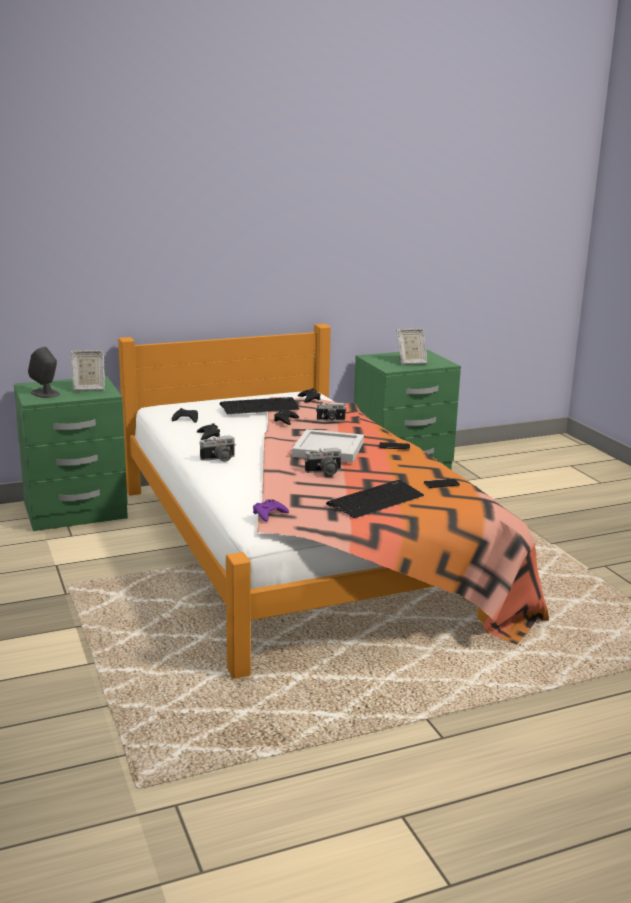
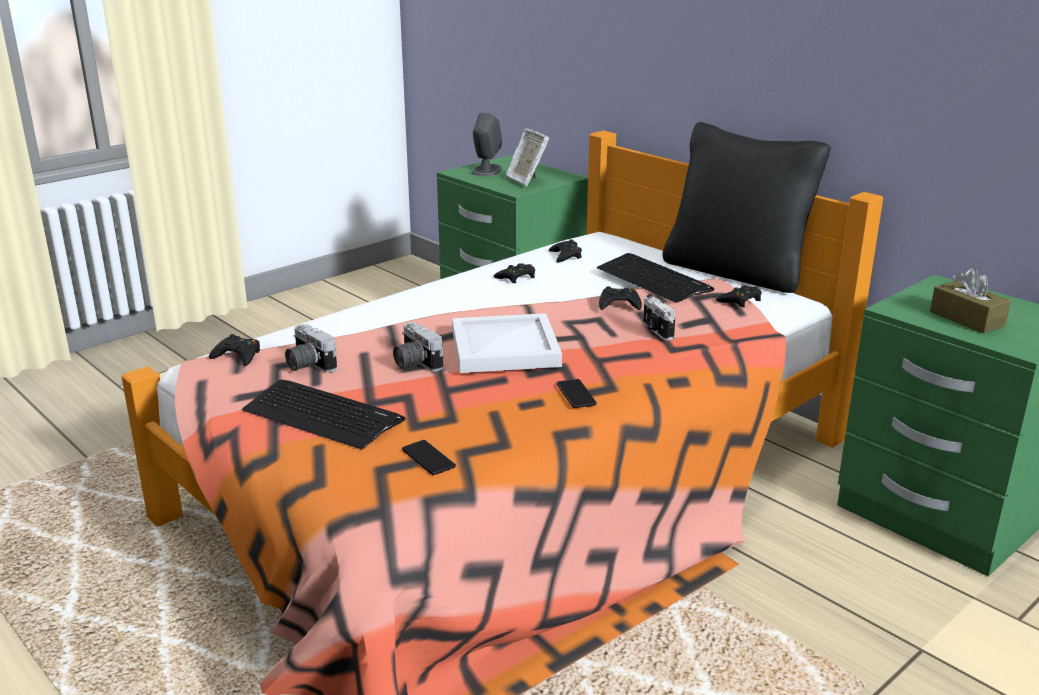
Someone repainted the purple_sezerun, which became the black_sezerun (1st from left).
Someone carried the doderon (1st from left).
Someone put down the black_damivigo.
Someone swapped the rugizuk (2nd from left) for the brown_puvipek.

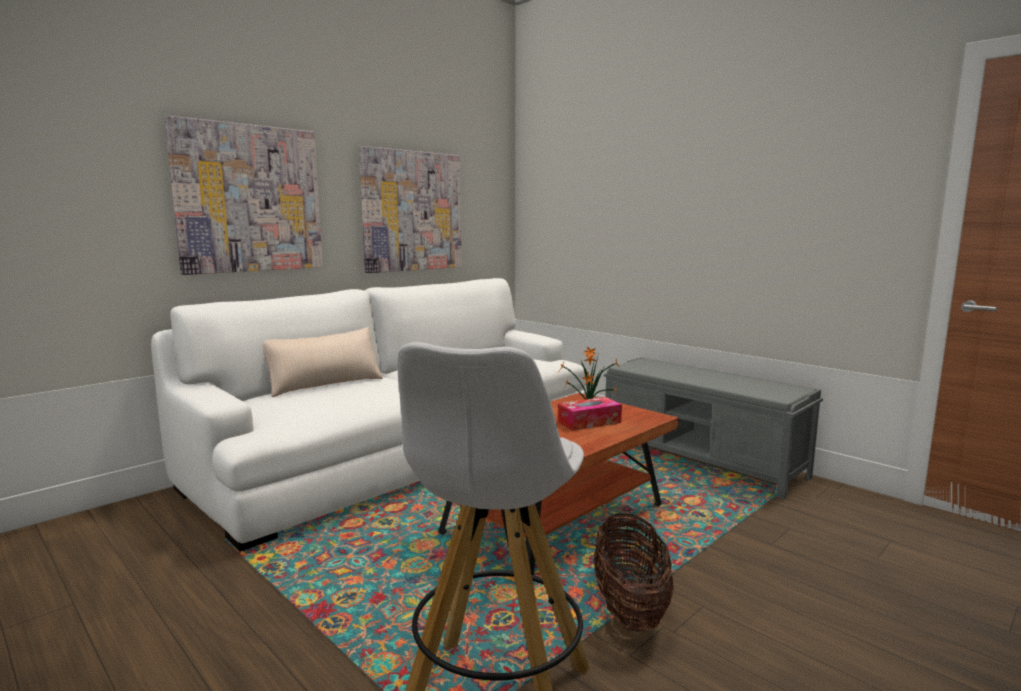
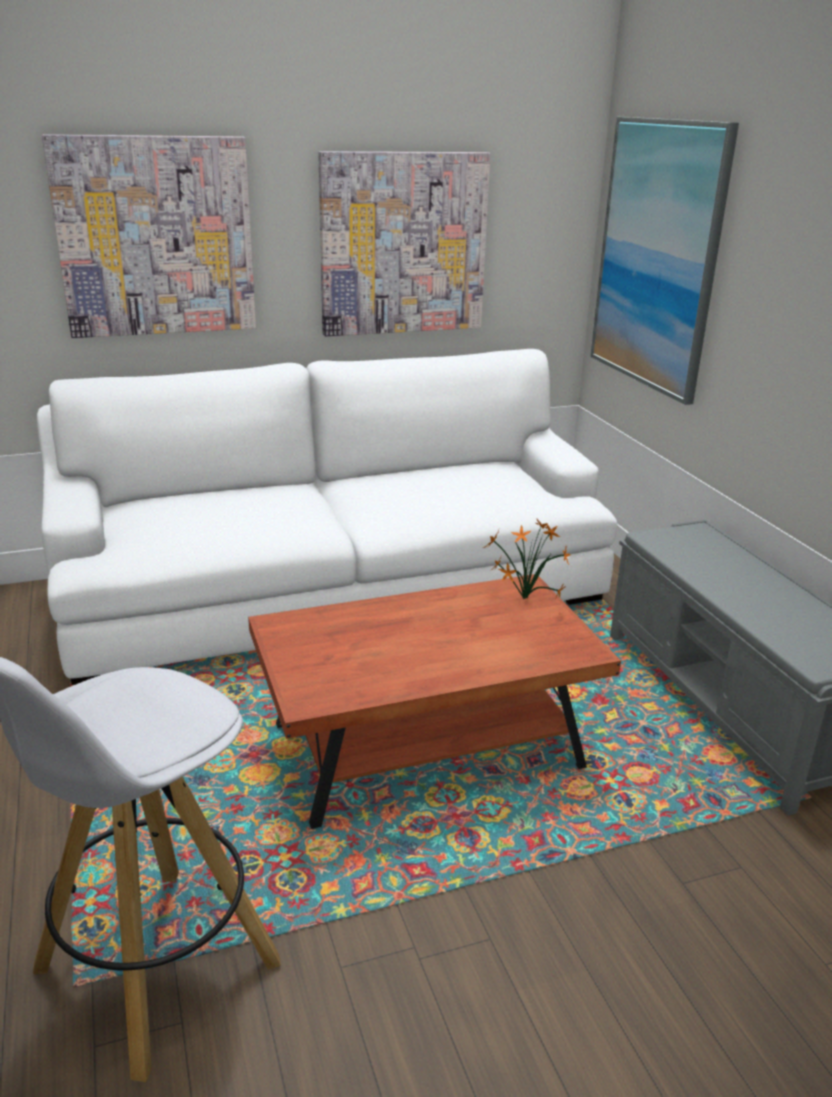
Someone put up the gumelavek (3rd from left).
Someone took away the beige_damivigo.
Someone took away the puvipek.
Someone took away the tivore.

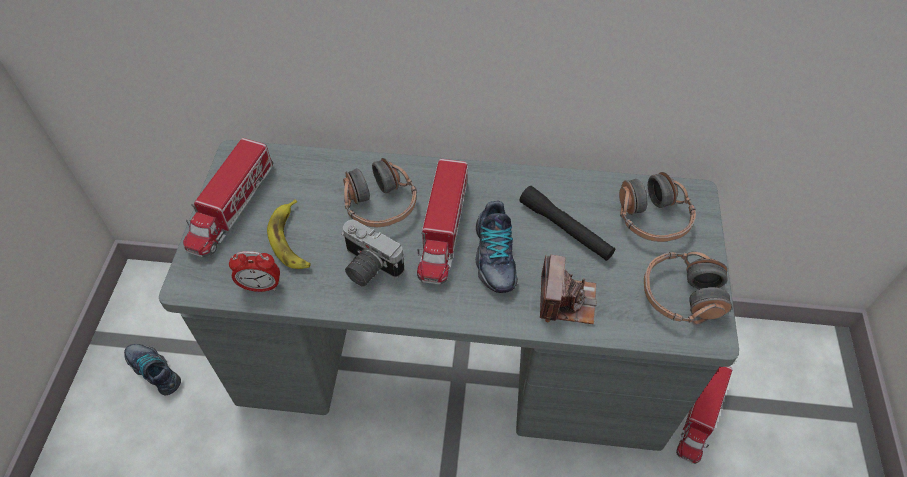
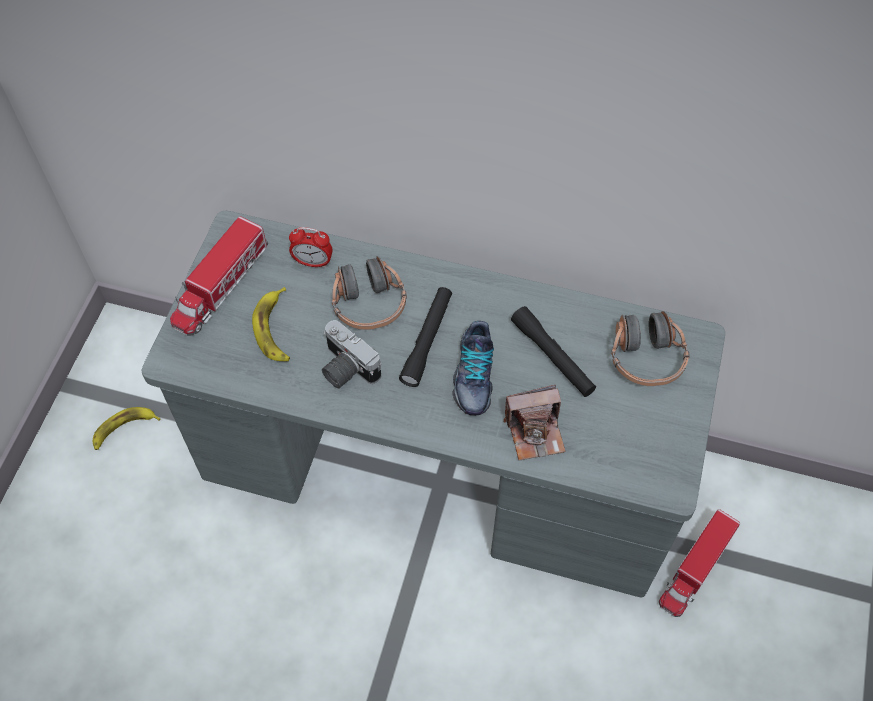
Someone swapped the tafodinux (1st from left) for the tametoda (1st from left).
Someone carried the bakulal.
Someone swapped the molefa (2nd from left) for the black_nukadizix (1st from left).
Someone rotated the doderon (2nd from left) by 60 degrees clockwise.
Someone took away the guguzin (3rd from left).

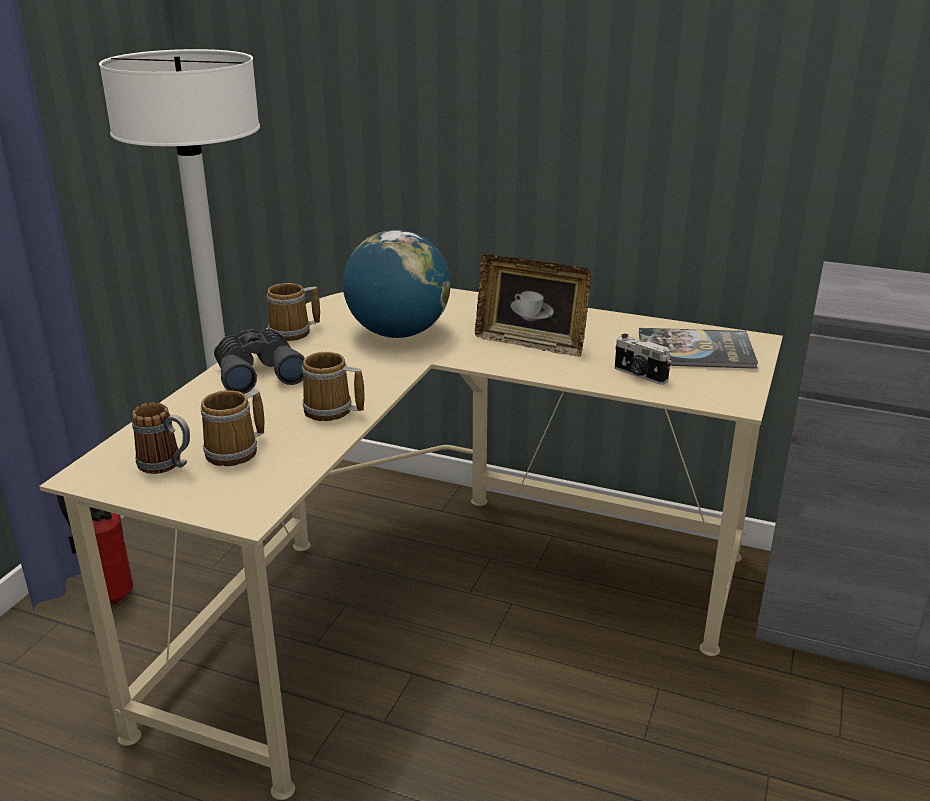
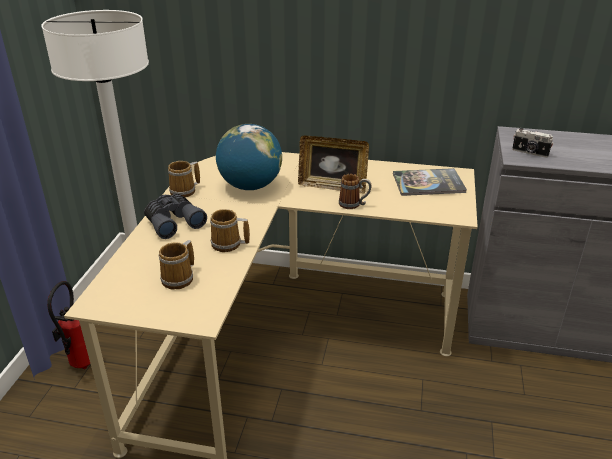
Someone carried the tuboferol (1st from left in the first image).
Someone carried the doderon.

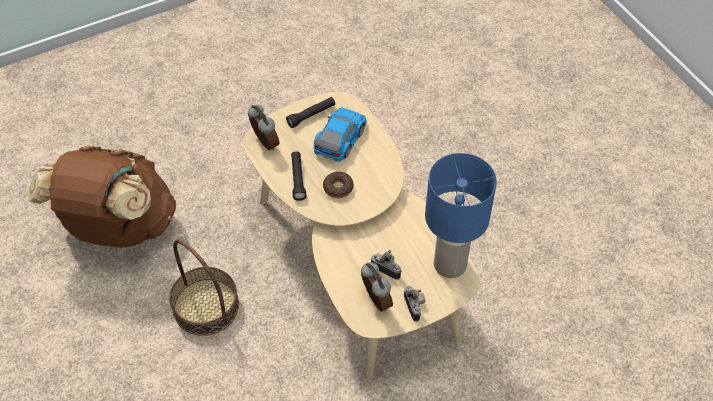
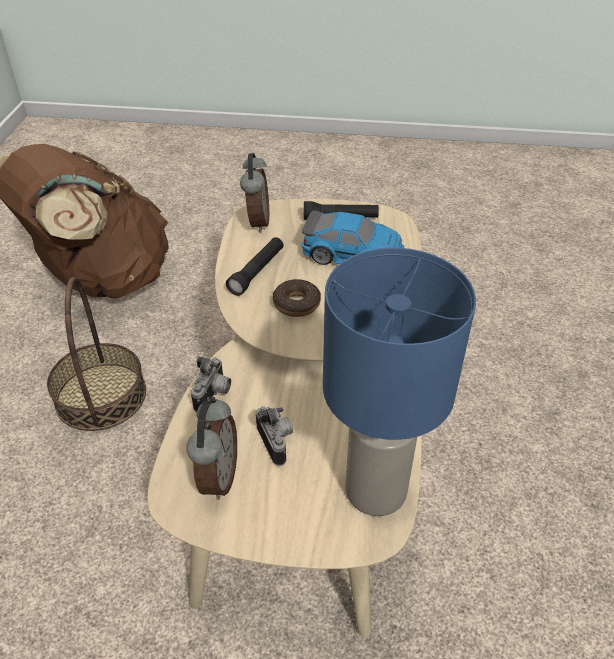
Someone carried the doderon (2nd from left in the first image).
Someone rotated the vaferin by 45 degrees clockwise.

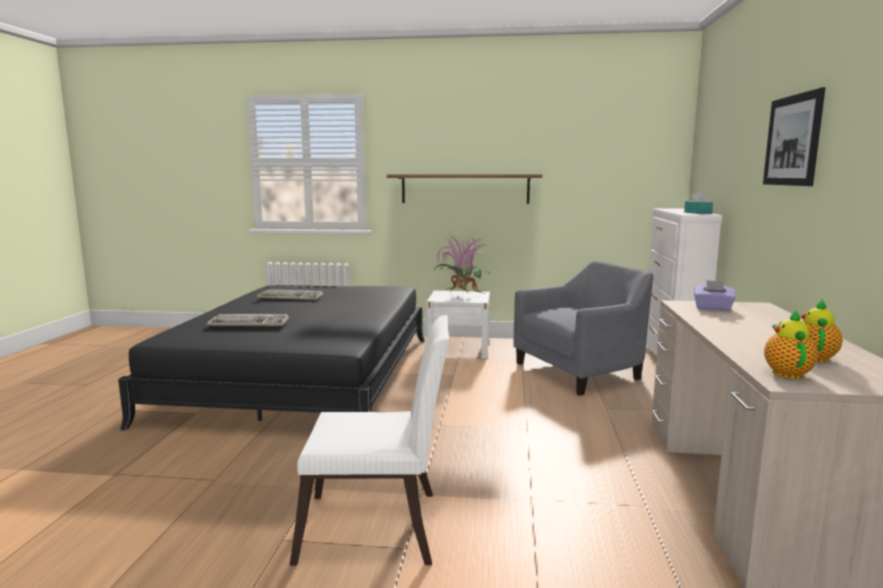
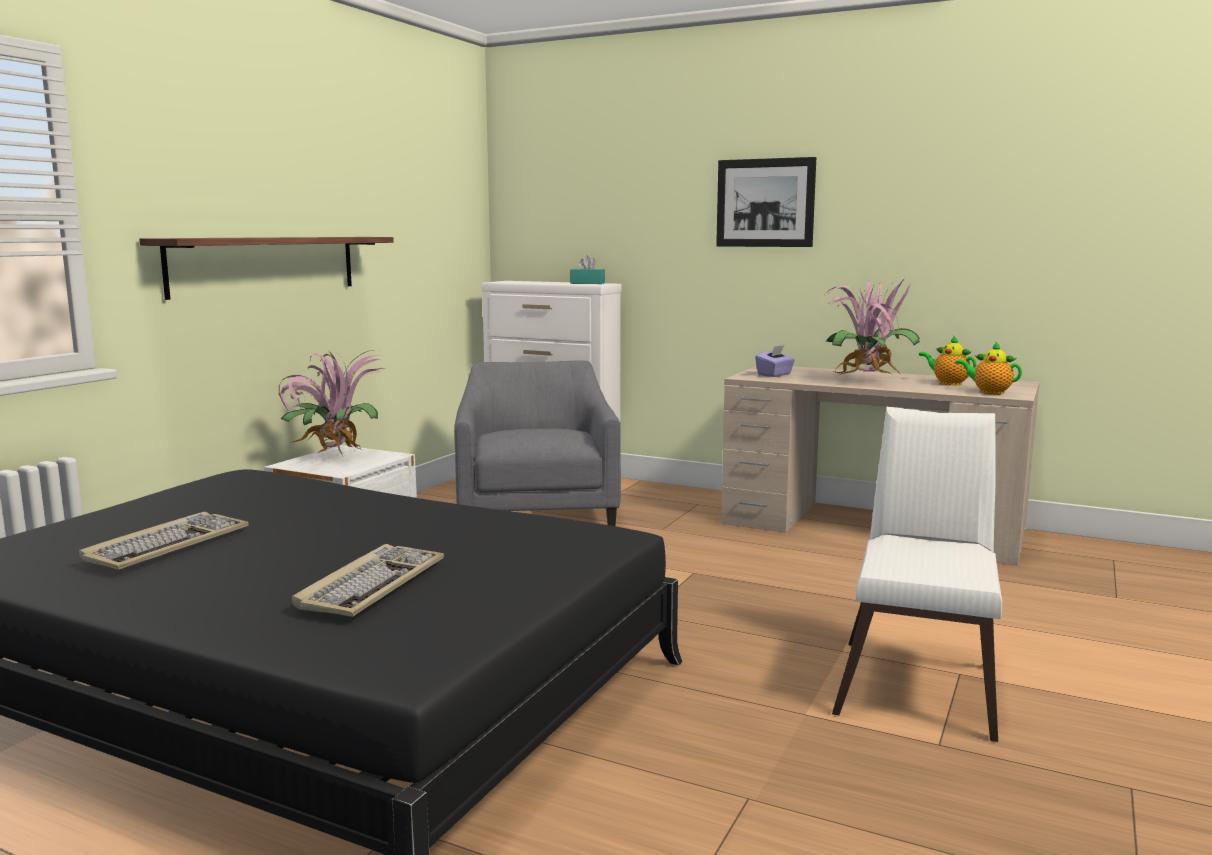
Someone put down the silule (2nd from left).

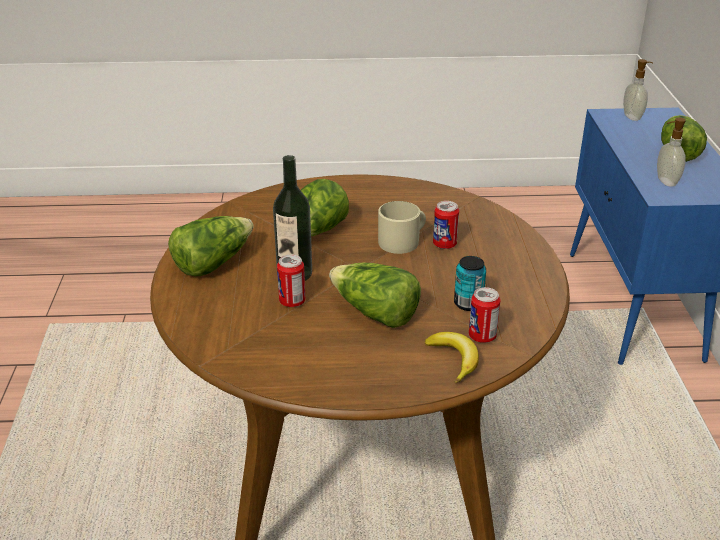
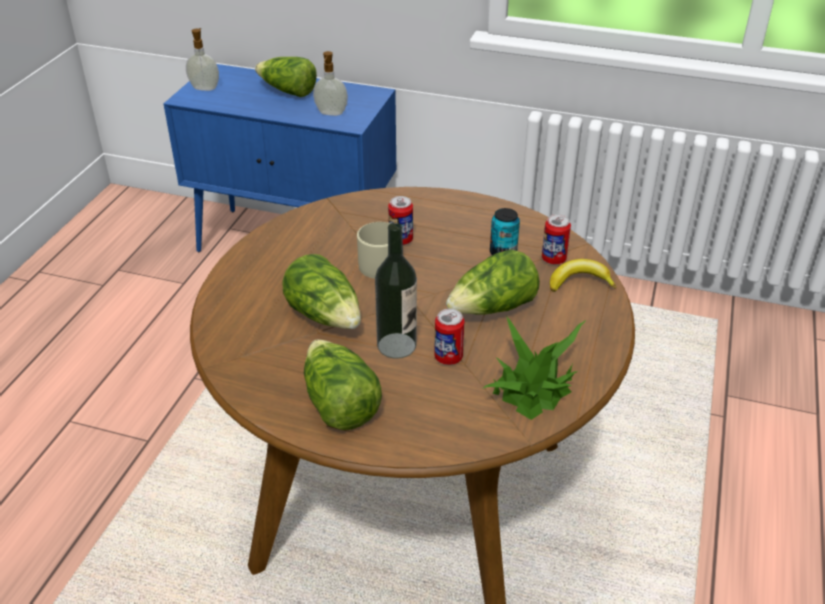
Someone put down the silule.

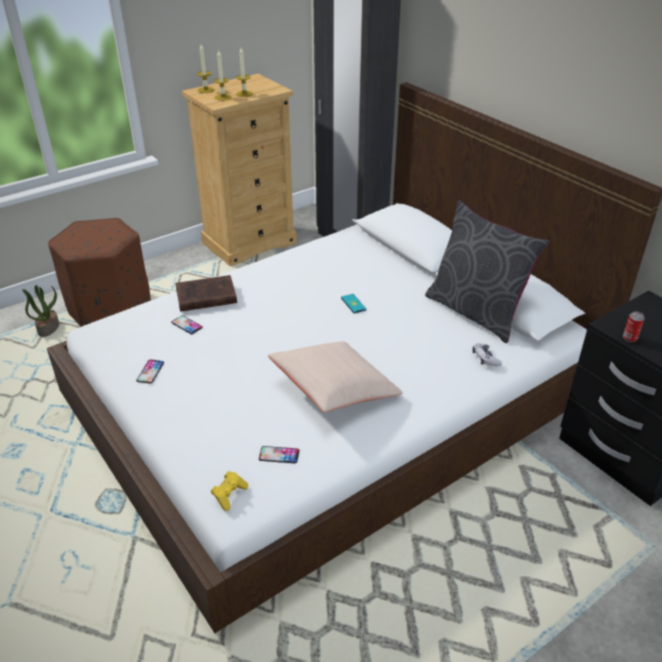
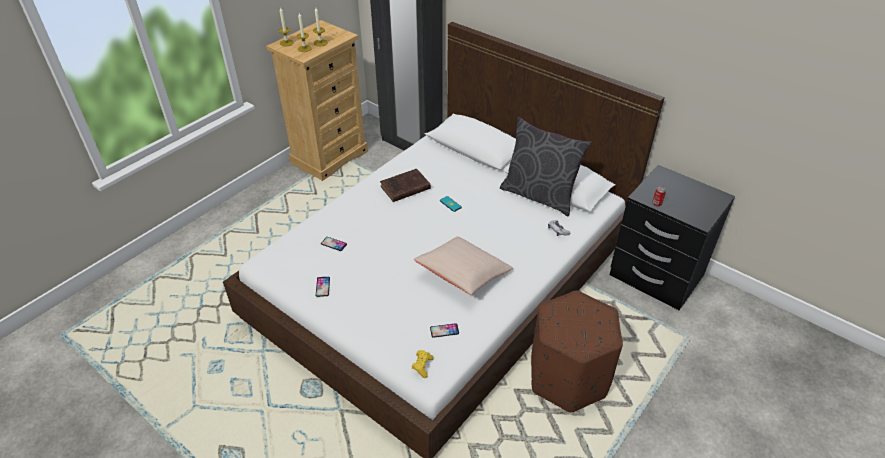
Someone carried the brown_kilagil.
Someone carried the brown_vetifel.
Someone took away the silule.

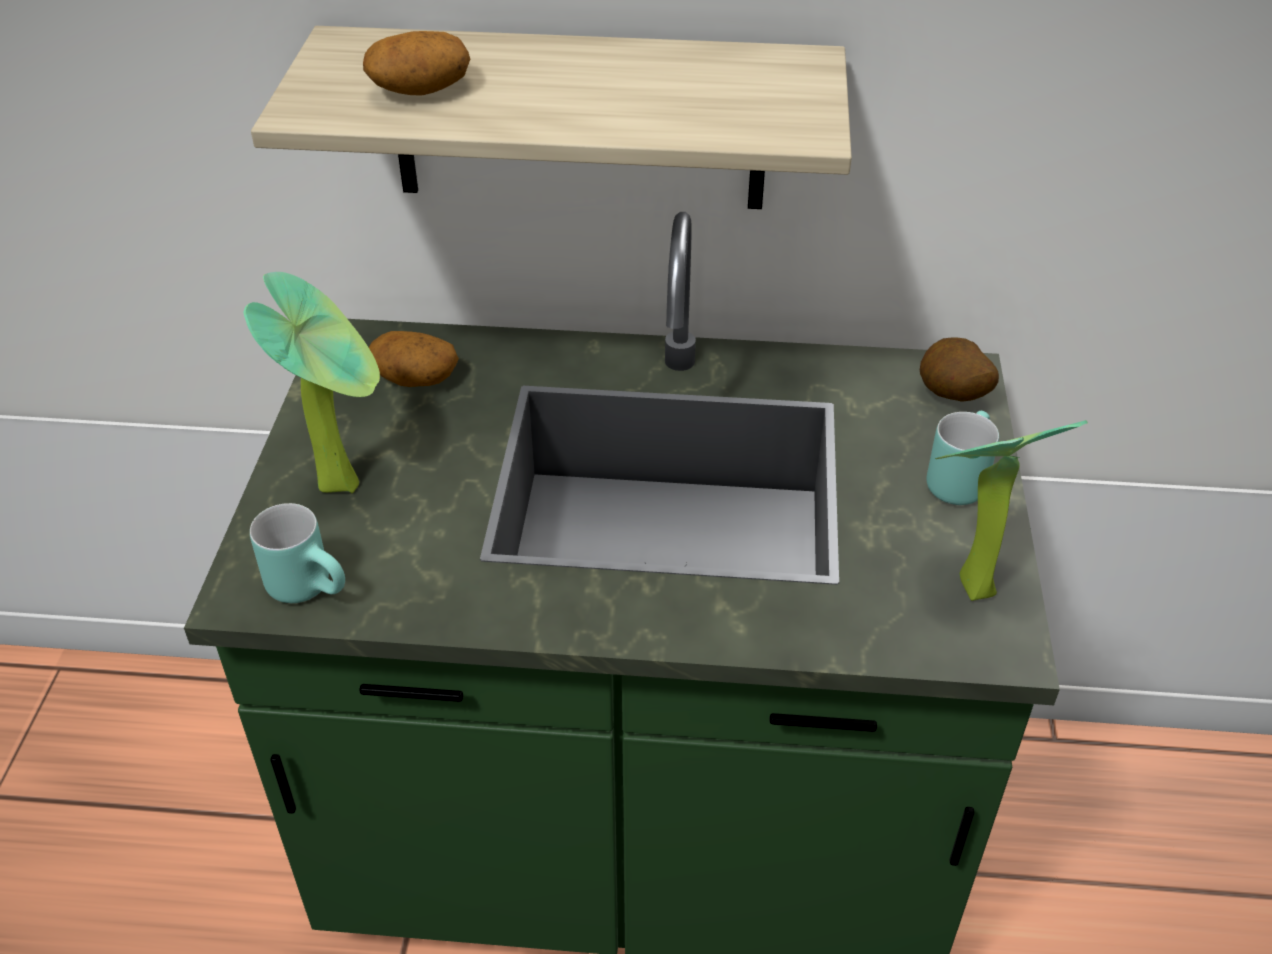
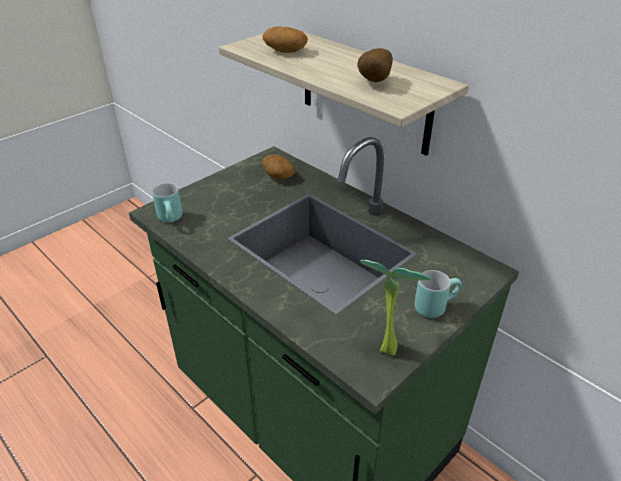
Someone carried the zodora (3rd from left).
Someone took away the silule (1st from left).

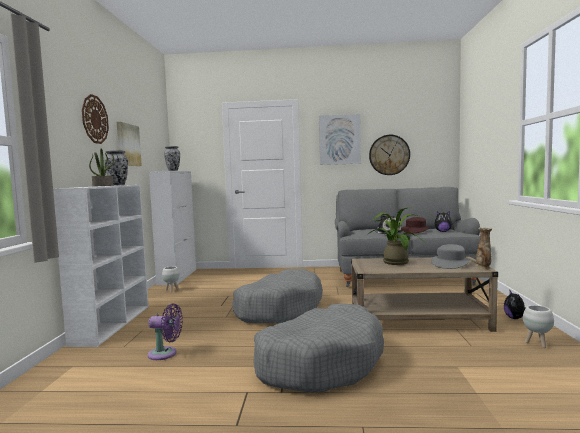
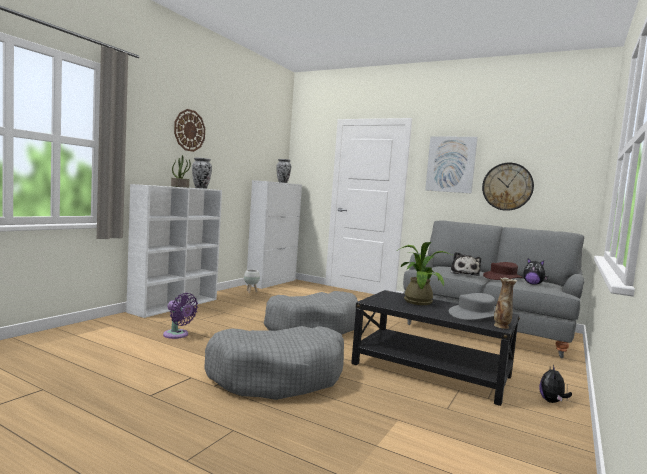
Someone repainted the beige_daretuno, which became the black_daretuno.
Someone took away the gumelavek (1st from left).
Someone took away the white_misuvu (2nd from left).

